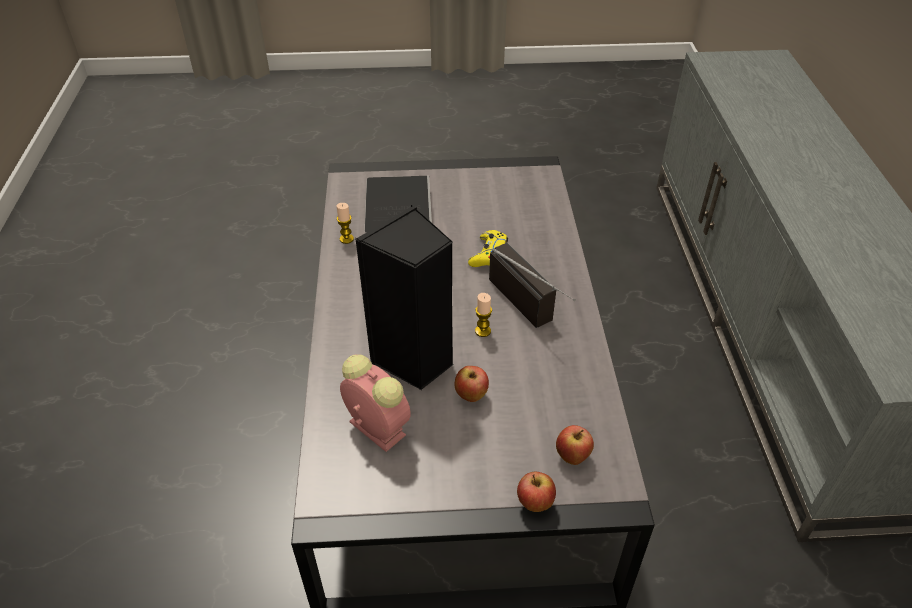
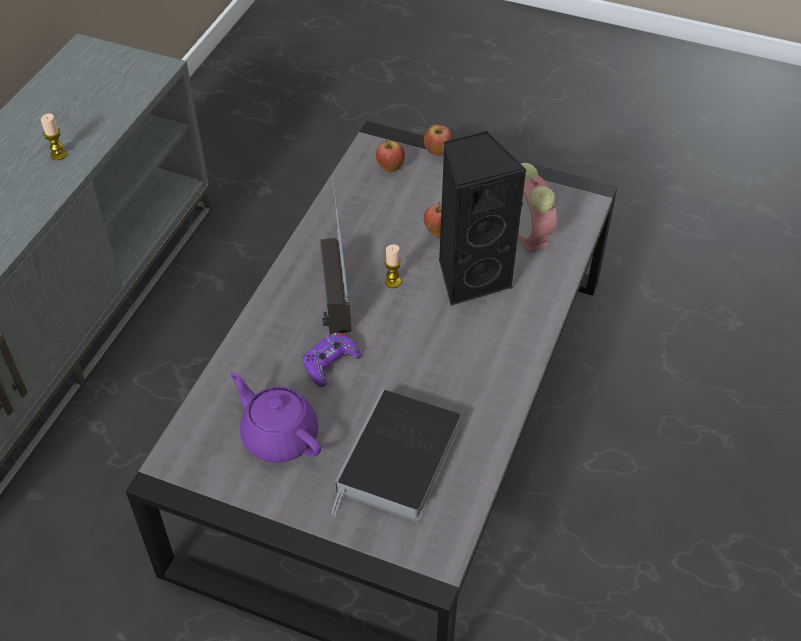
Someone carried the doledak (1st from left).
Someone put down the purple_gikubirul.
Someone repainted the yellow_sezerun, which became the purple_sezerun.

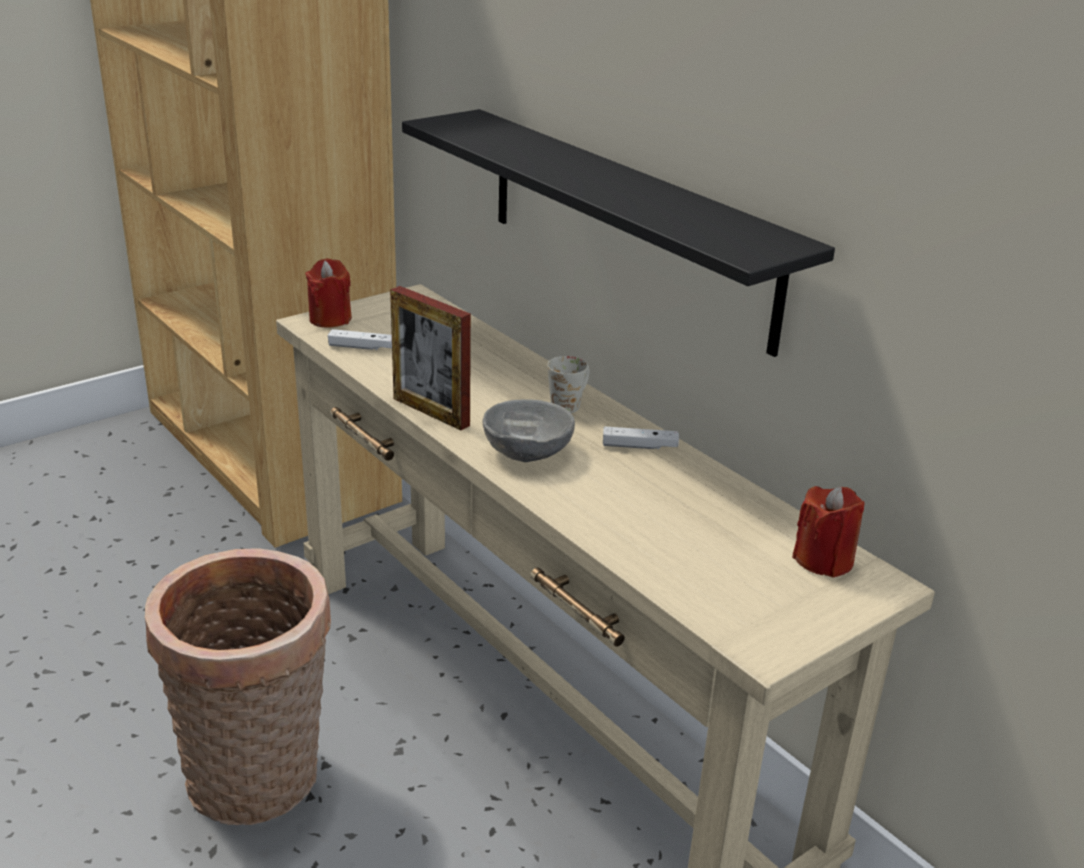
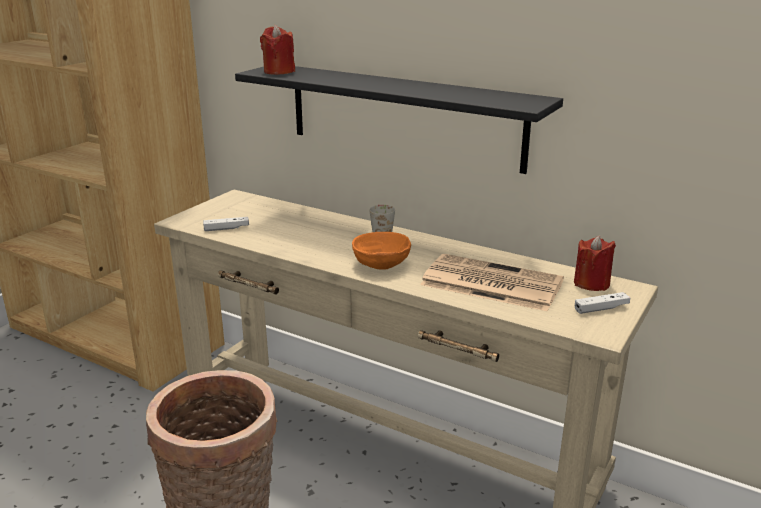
Someone carried the red_doledak (1st from left).
Someone repainted the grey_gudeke, which became the orange_gudeke.
Someone put down the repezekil.
Someone carried the white_sezerun (2nd from left).
Someone took away the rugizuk.

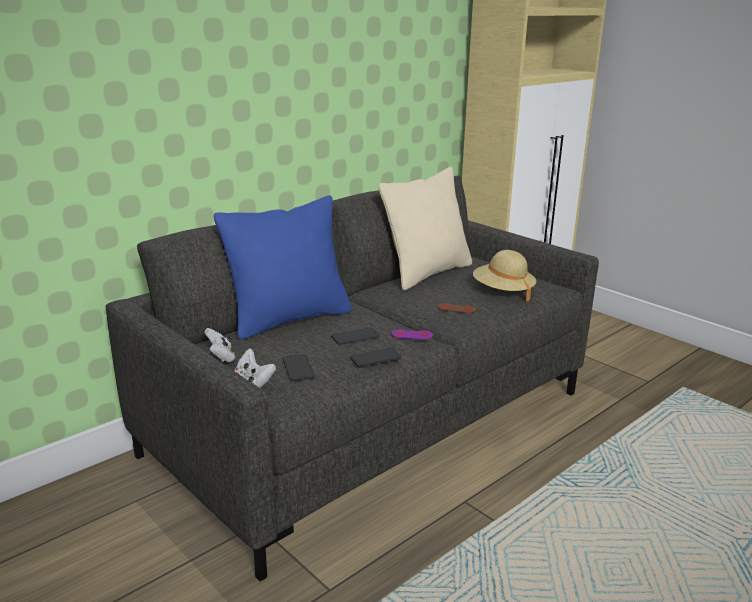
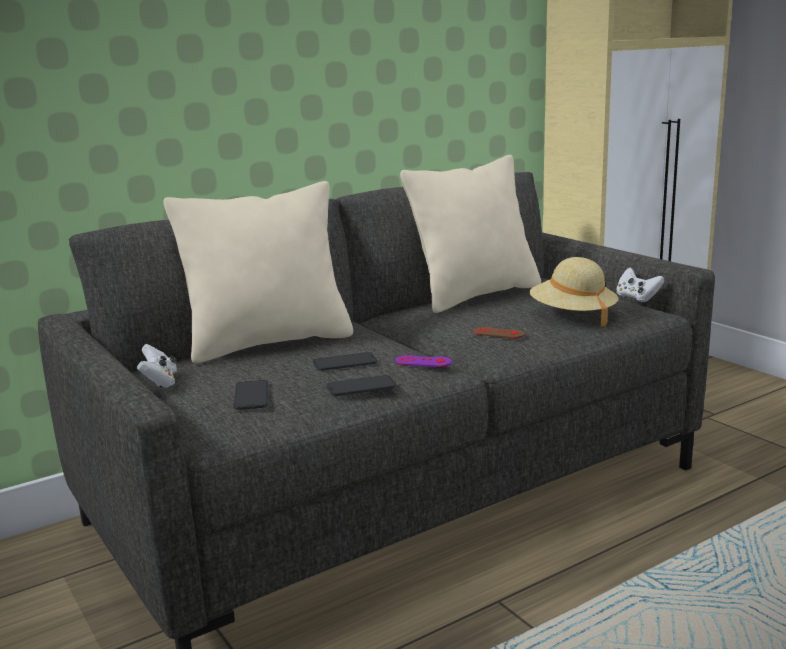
Someone repainted the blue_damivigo, which became the beige_damivigo (1st from left).
Someone carried the white_sezerun (2nd from left).

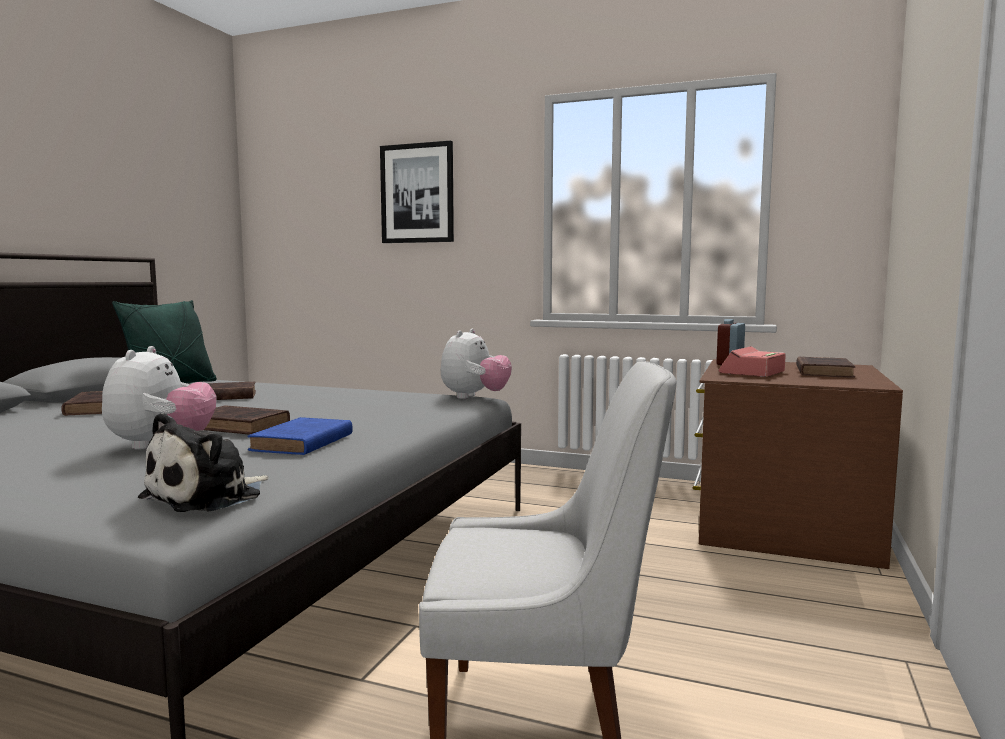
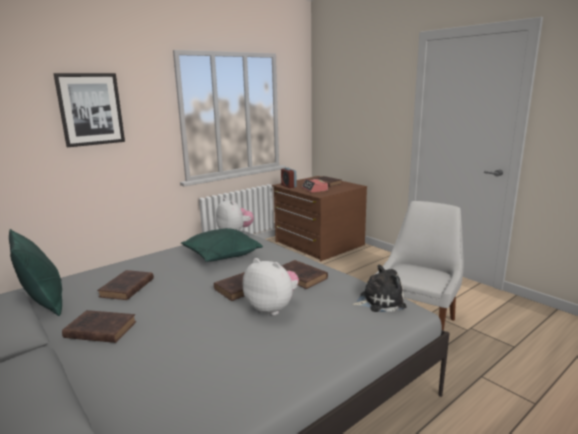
Someone put down the green_damivigo (2nd from left).
Someone repainted the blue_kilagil, which became the brown_kilagil (4th from left).
Someone rotated the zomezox (2nd from left in the first image) by 75 degrees counterclockwise.

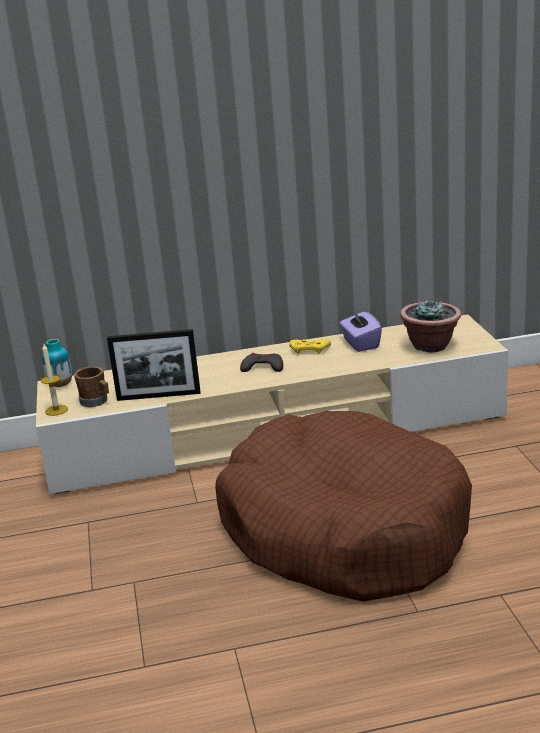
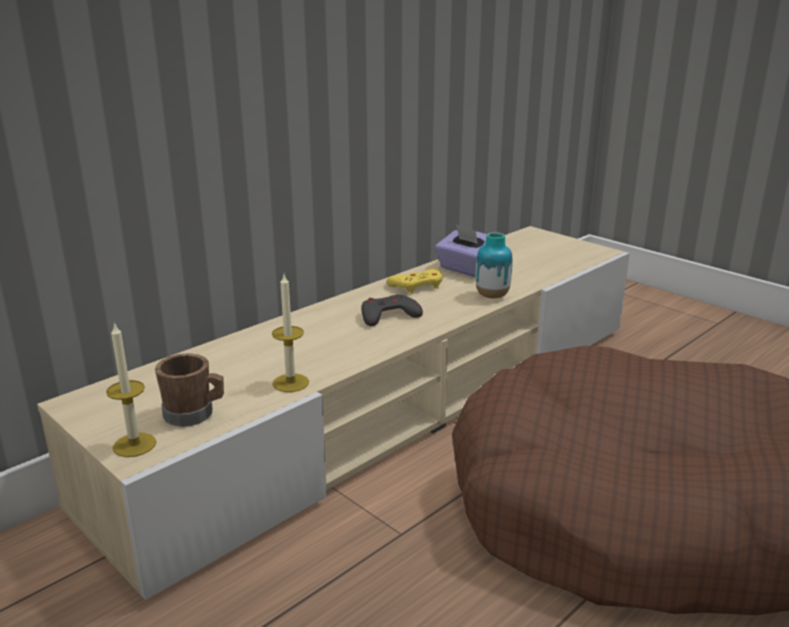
Someone swapped the rugizuk for the doledak (2nd from left).
Someone carried the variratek.
Someone took away the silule.

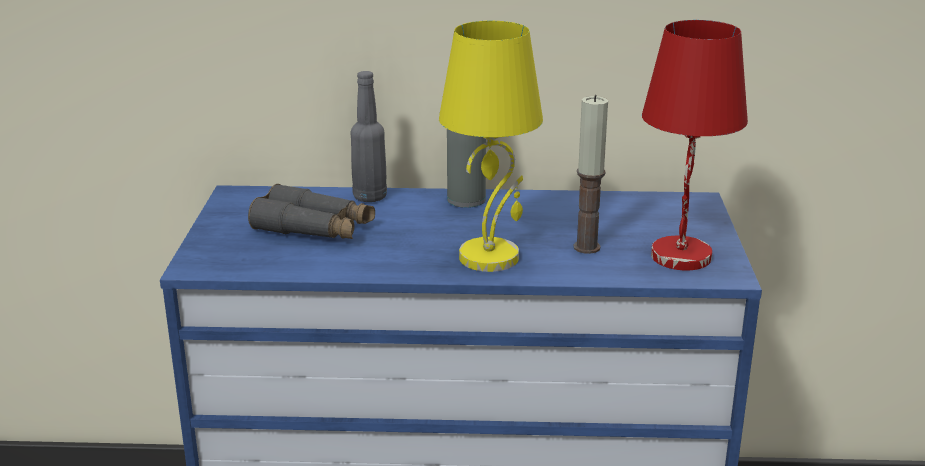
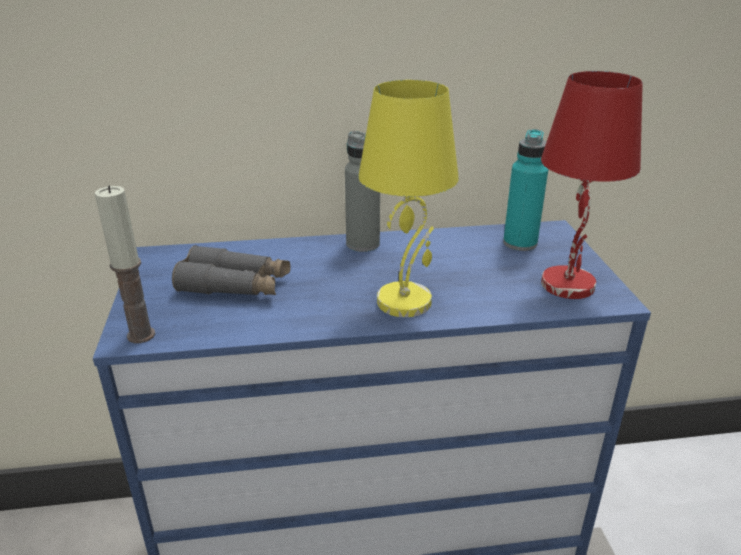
Someone carried the doledak.
Someone put down the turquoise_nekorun.
Someone took away the grey_nekorun (1st from left).

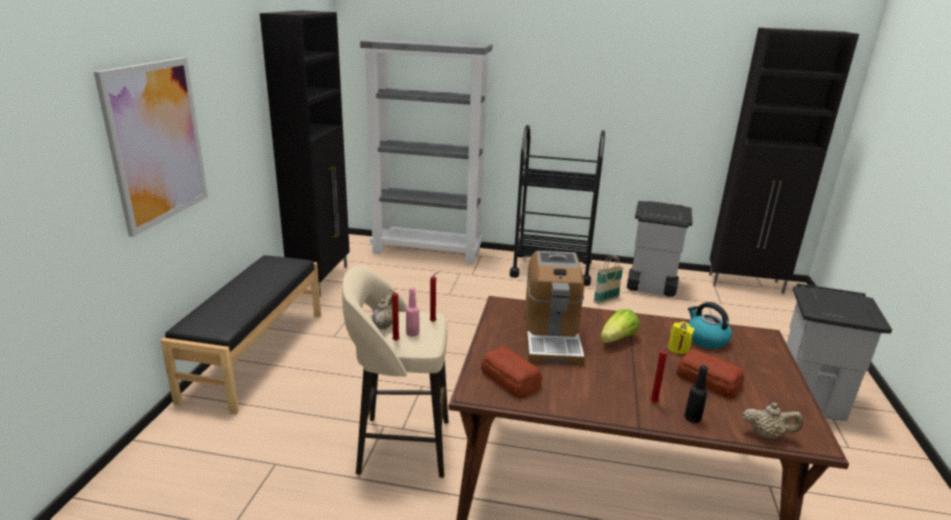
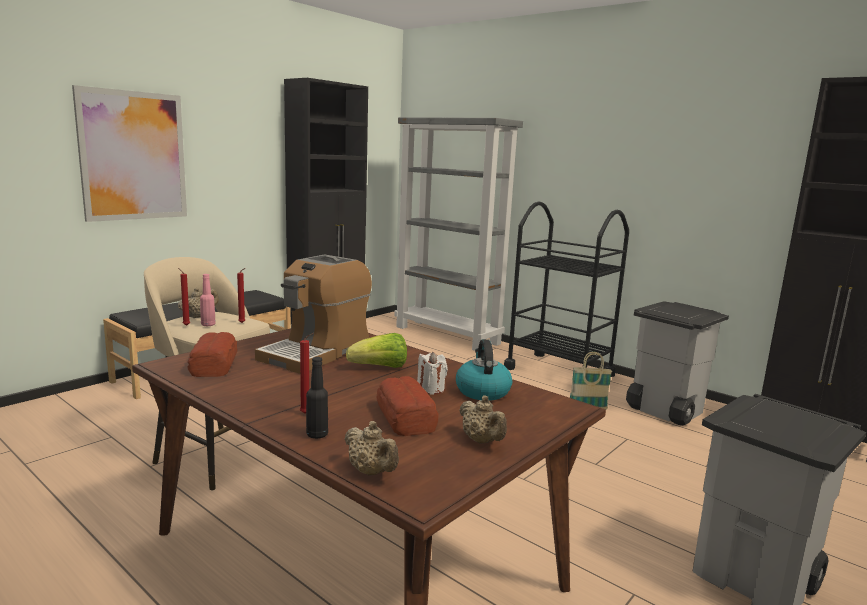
Someone repainted the yellow_doledak, which became the white_doledak.
Someone put down the beige_gikubirul (3rd from left).

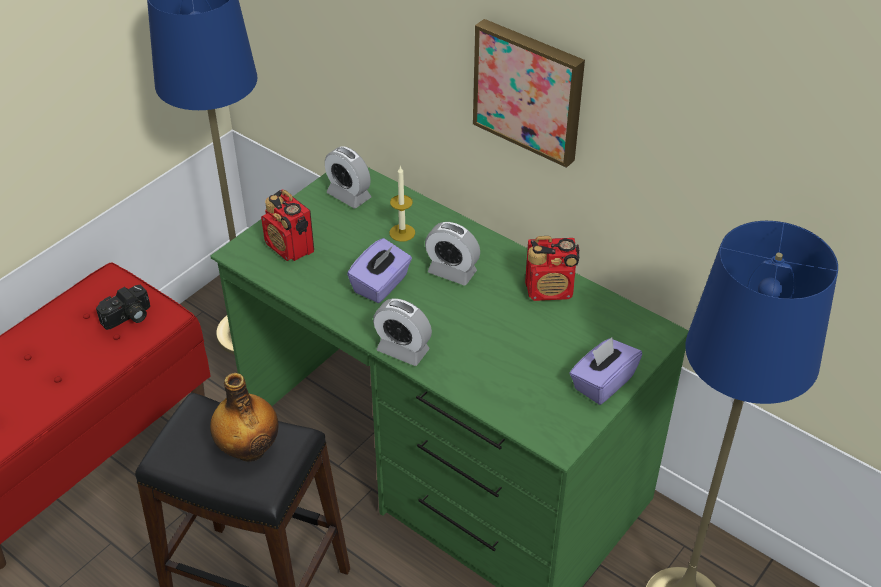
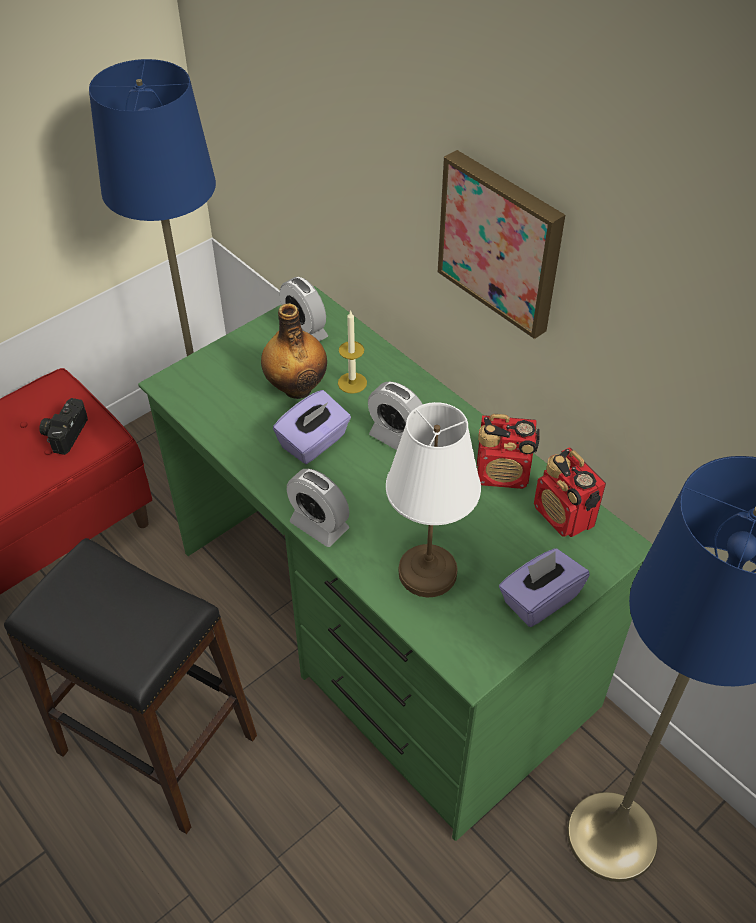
Someone rotated the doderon by 135 degrees clockwise.
Someone carried the nekorun.
Someone put down the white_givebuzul.
Someone carried the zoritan (1st from left in the first image).

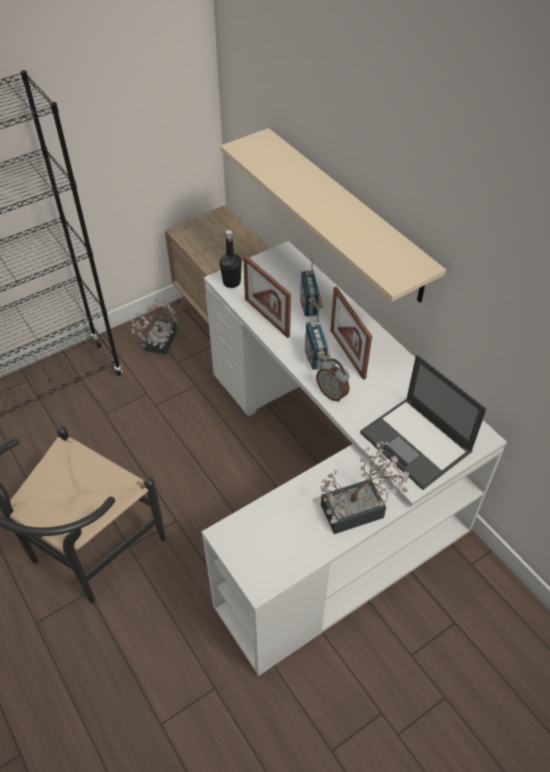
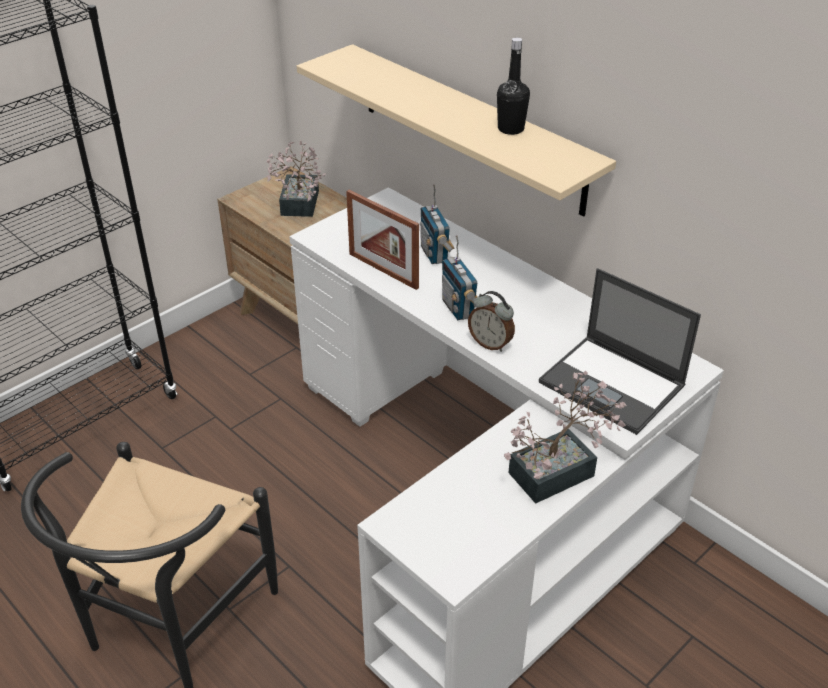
Someone carried the silule (1st from left).
Someone carried the black_nekorun.
Someone took away the rugizuk (2nd from left).

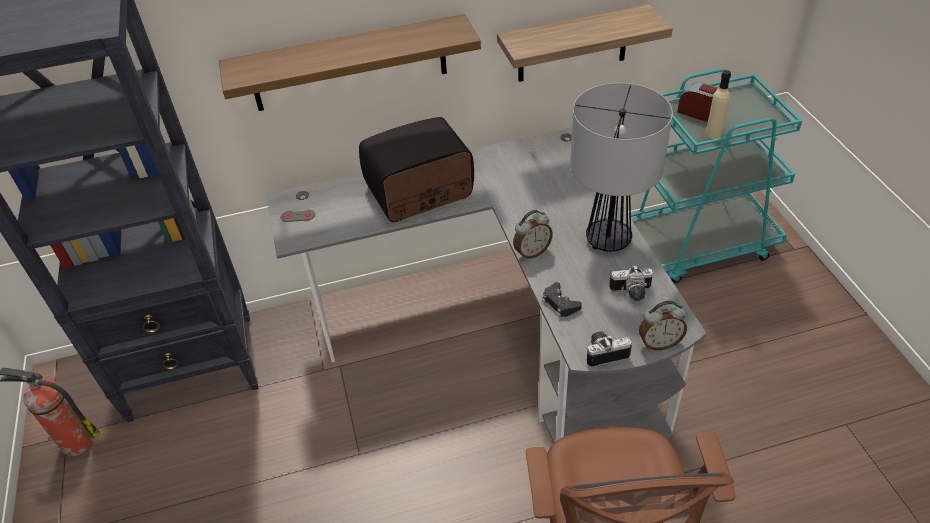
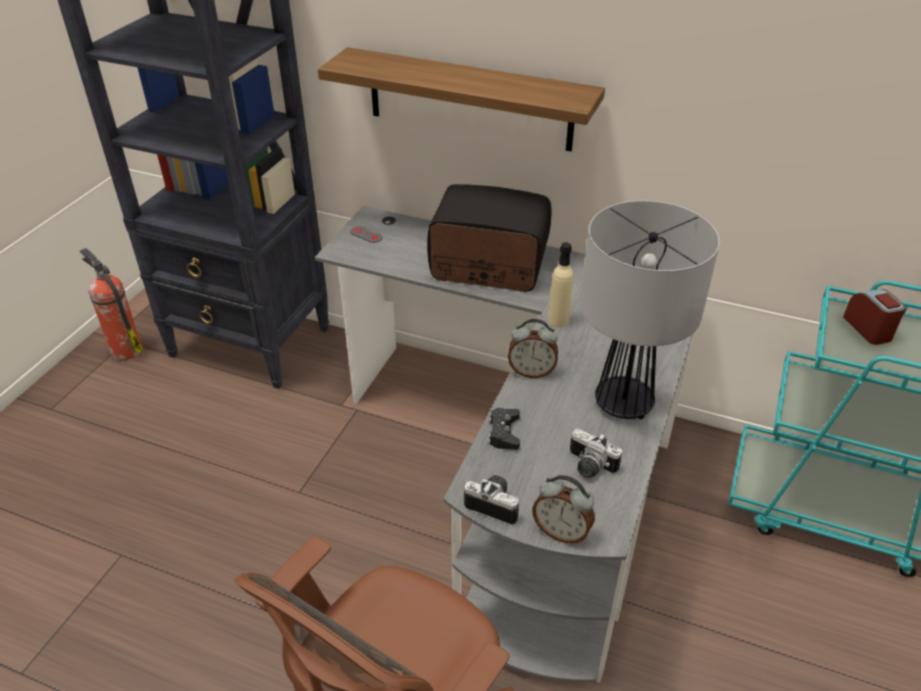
Someone carried the beige_nekorun.
Someone took away the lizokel (2nd from left).

